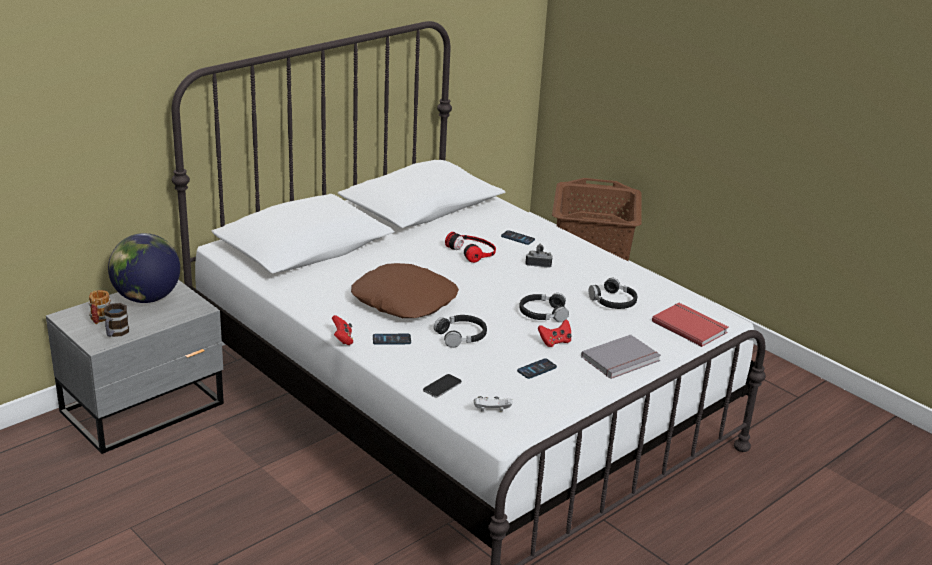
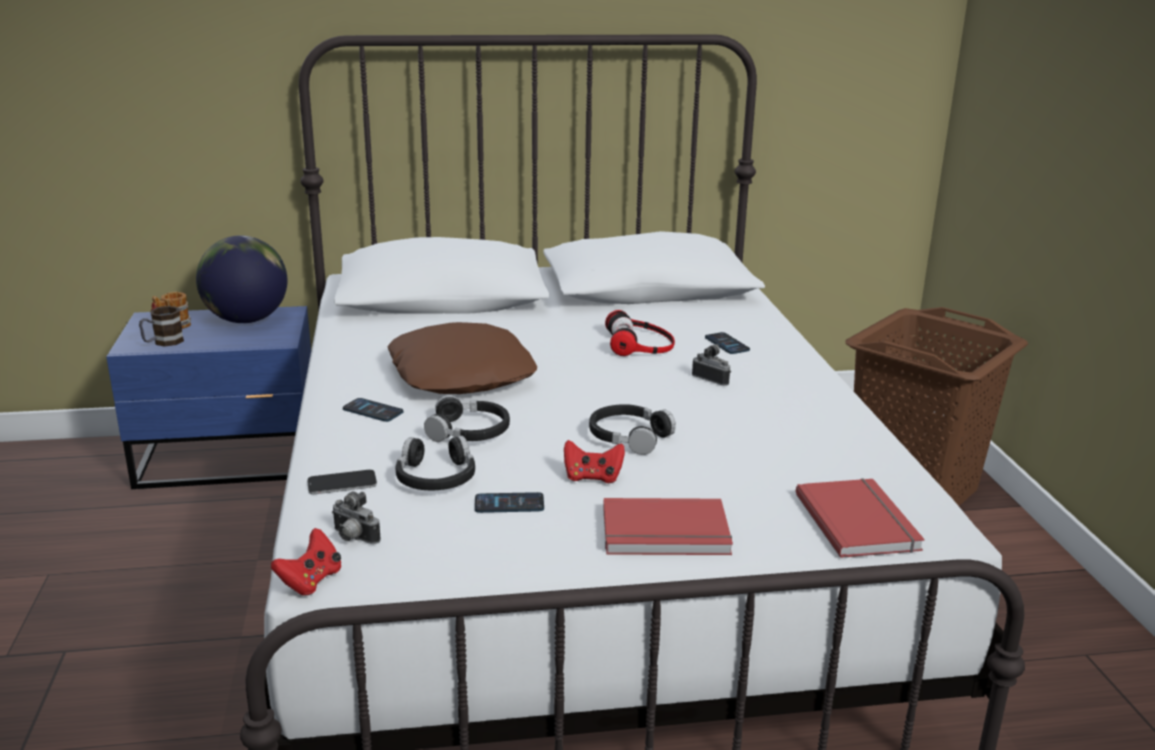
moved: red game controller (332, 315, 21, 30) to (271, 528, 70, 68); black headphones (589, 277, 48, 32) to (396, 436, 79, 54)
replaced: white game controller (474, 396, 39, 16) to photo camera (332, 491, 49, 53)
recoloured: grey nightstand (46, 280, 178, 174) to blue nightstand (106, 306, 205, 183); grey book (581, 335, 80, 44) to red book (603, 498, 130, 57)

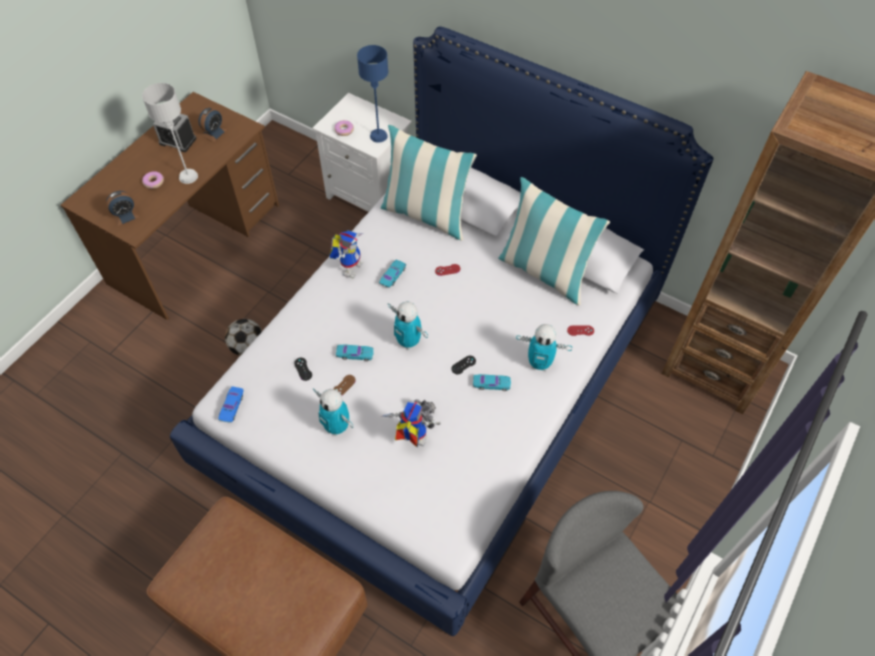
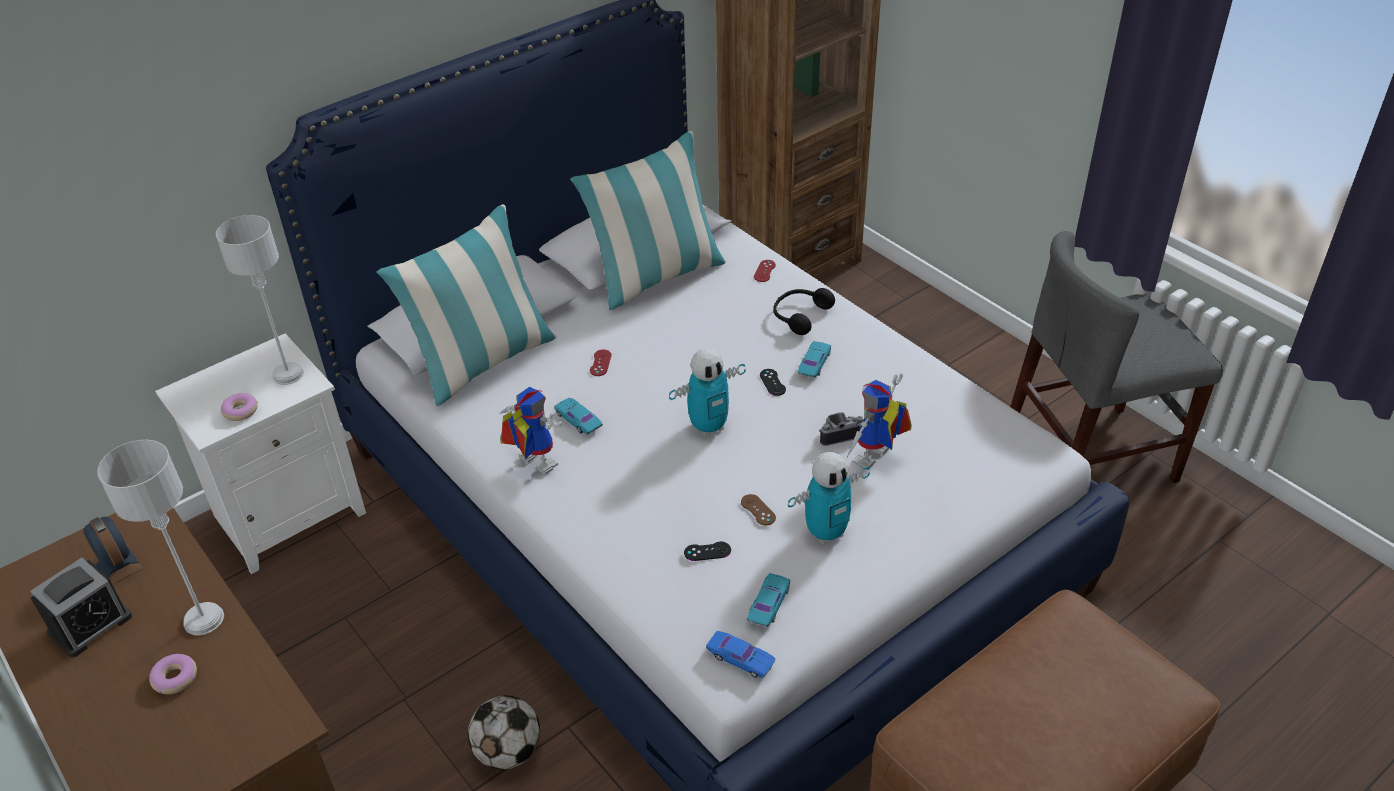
removed: alarm clock (106, 191, 33, 35)
moved: turquoise toy car (336, 345, 38, 16) to (747, 573, 43, 54)
replaced: toy robot (516, 324, 56, 47) to black headphones (773, 288, 62, 47)
recoloured: blue table lamp (357, 45, 31, 98) to grey table lamp (216, 215, 88, 170)

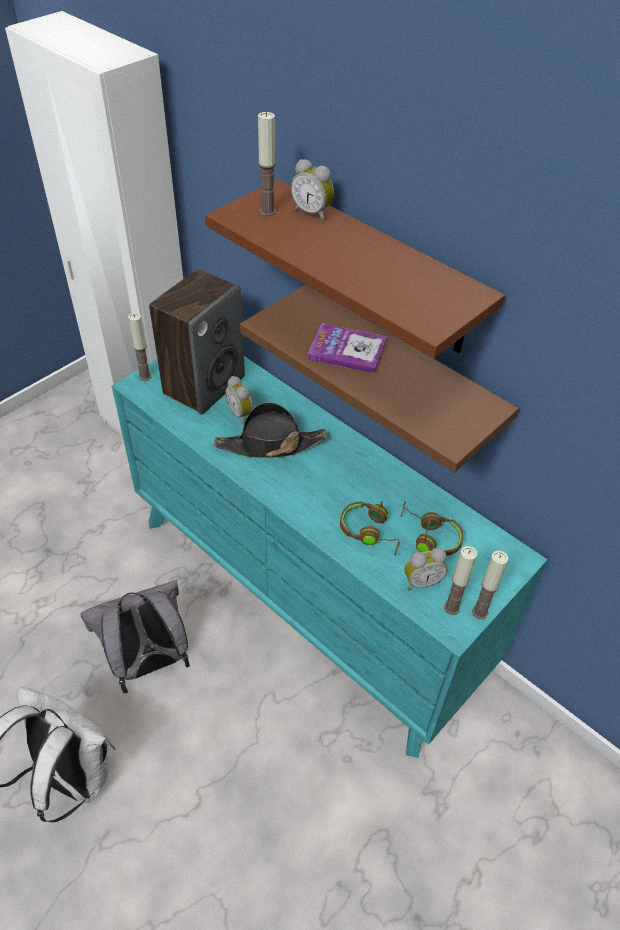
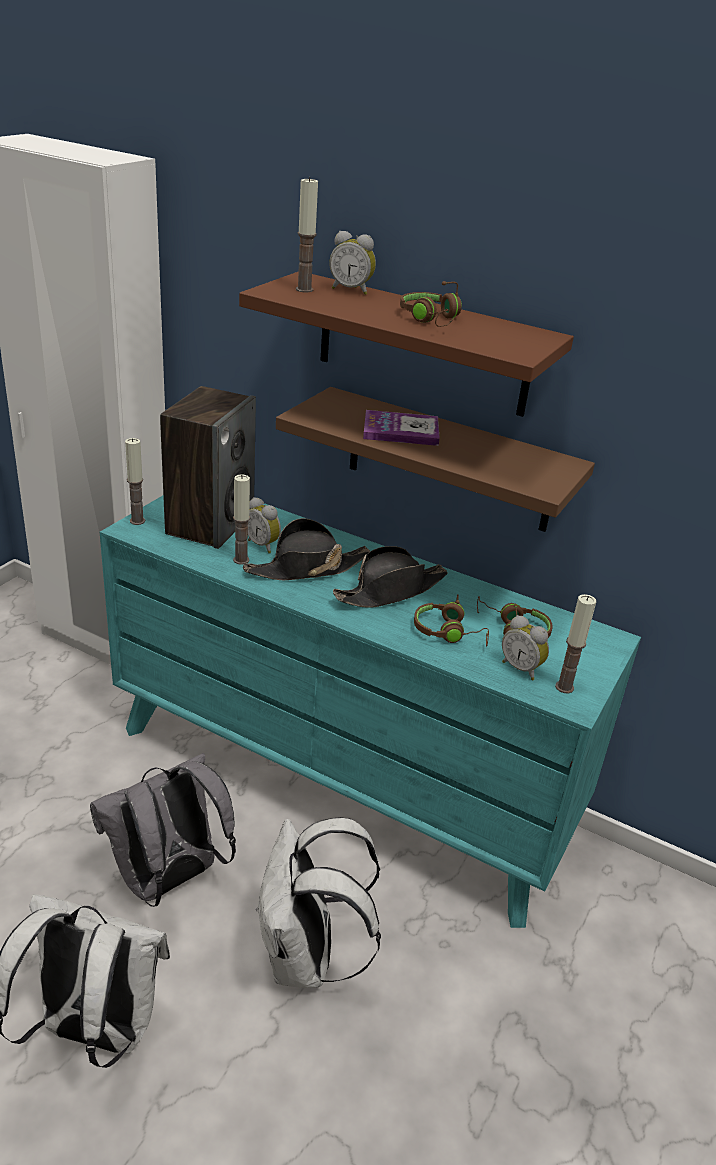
added: white backpack (256, 817, 125, 171); black hat (333, 546, 115, 62); brown headphones (400, 281, 62, 46)
moved: candle (472, 550, 36, 69) to (233, 475, 17, 90)
turned: alarm clock (404, 548, 43, 42) = (502, 615, 47, 65) 75 degrees clockwise

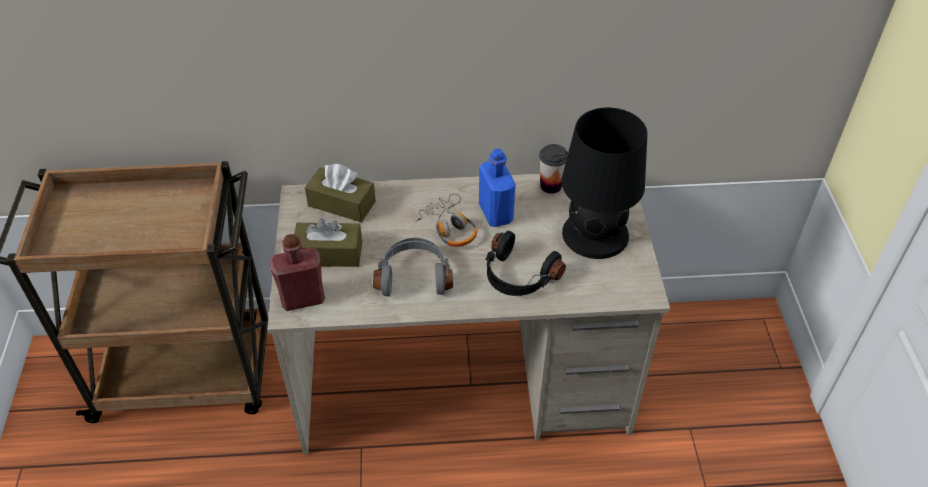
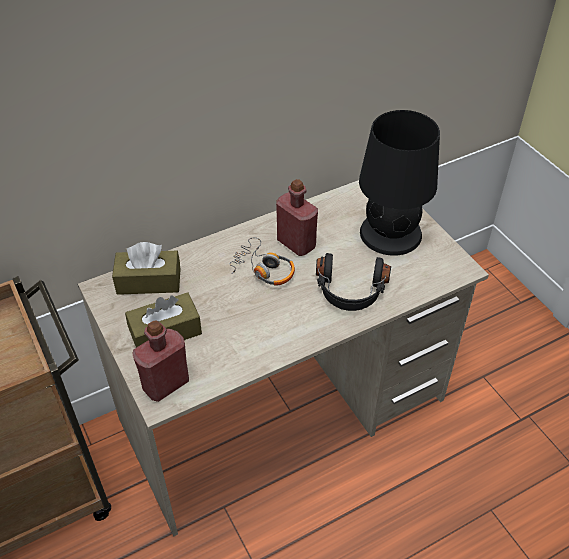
removed: grey headphones (373, 238, 80, 59); cup (539, 144, 29, 50)
recoloured: blue bottle (479, 148, 37, 79) to red bottle (276, 179, 42, 77)

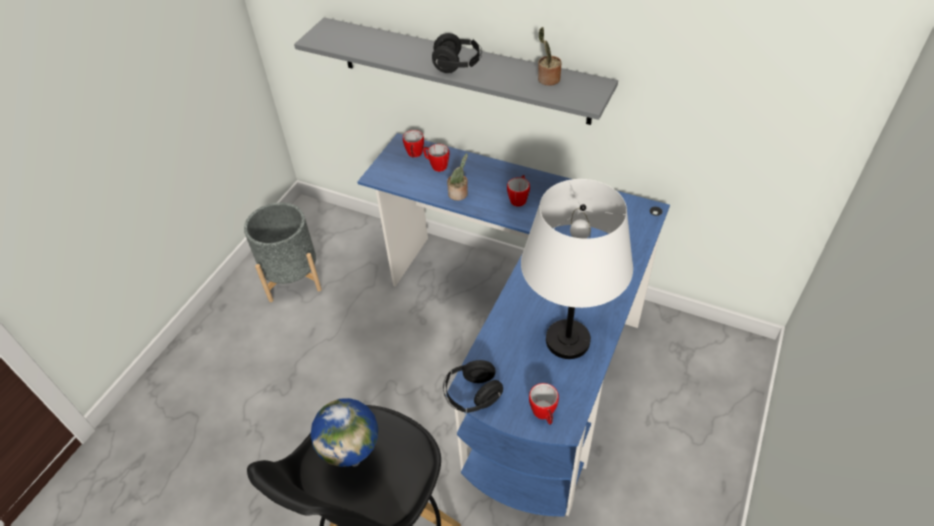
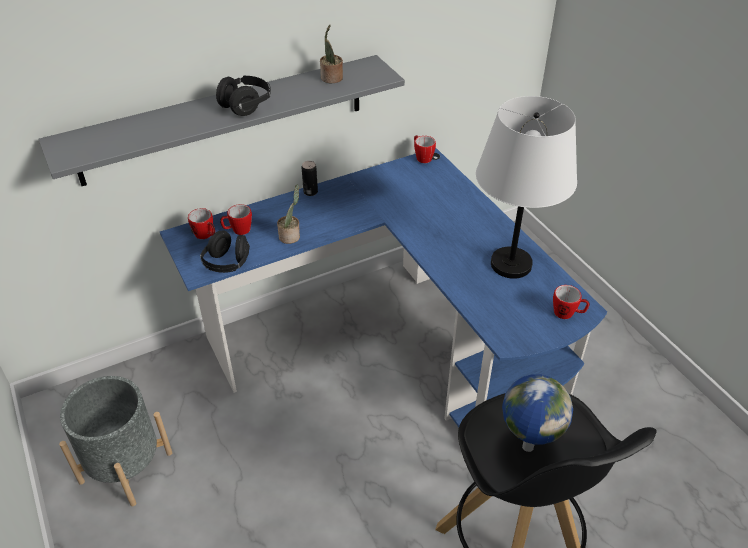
added: can (302, 161, 16, 35)
moved: black headphones (443, 360, 60, 53) to (200, 231, 50, 42); mug (507, 175, 23, 32) to (414, 135, 22, 28)

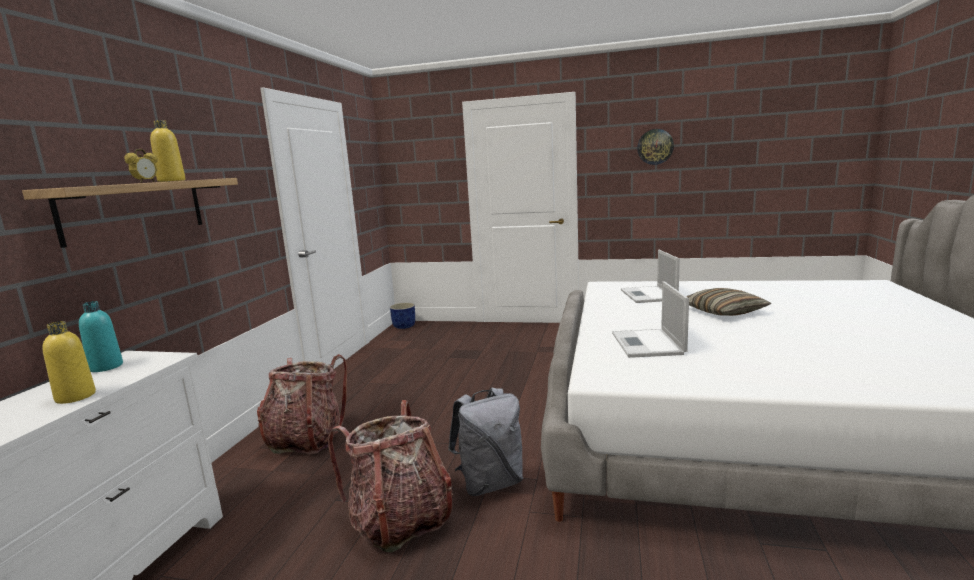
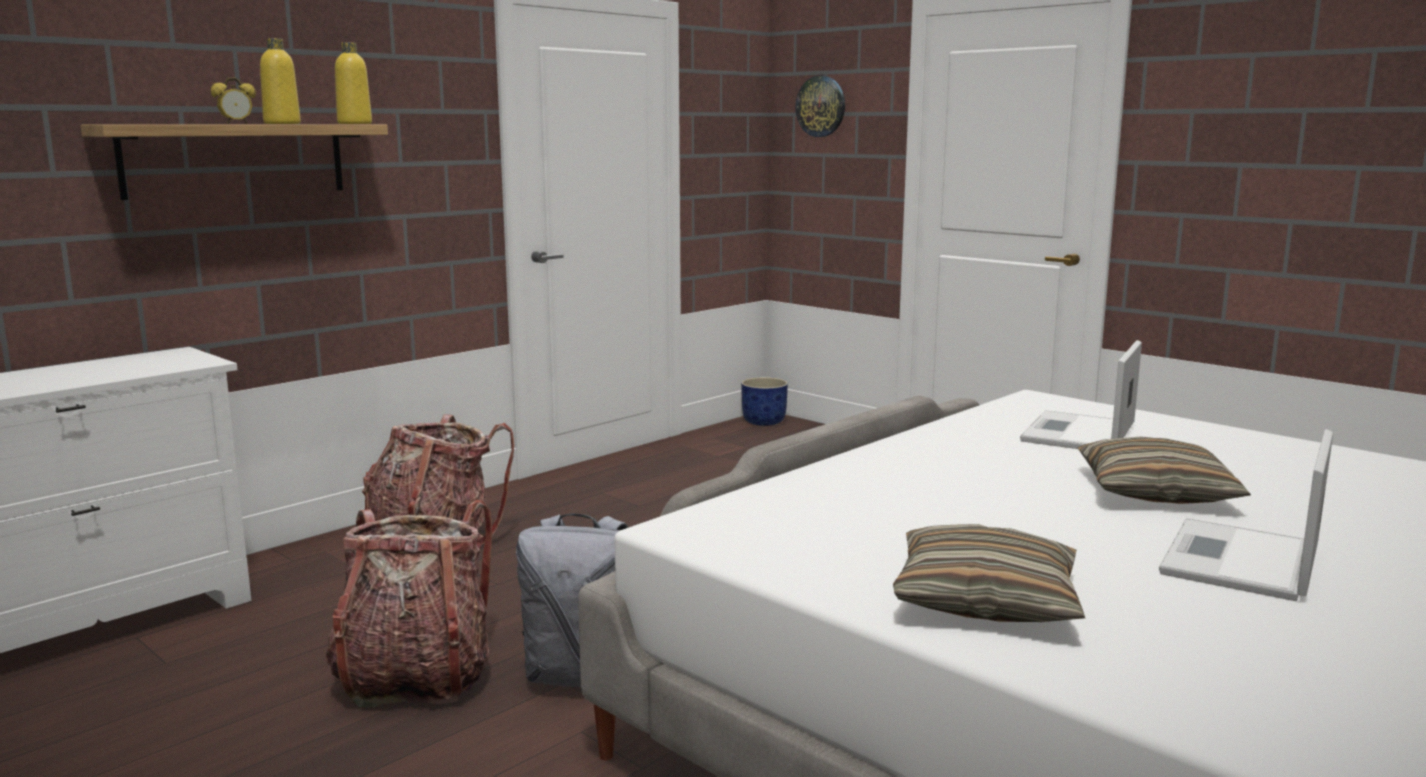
removed: turquoise bottle (79, 301, 44, 71)
added: pillow (893, 524, 192, 98)
moved: yellow bottle (42, 321, 54, 83) to (335, 42, 37, 82); laptop (612, 281, 77, 77) to (1159, 429, 174, 172); wall clock (637, 129, 37, 36) to (795, 76, 50, 61)

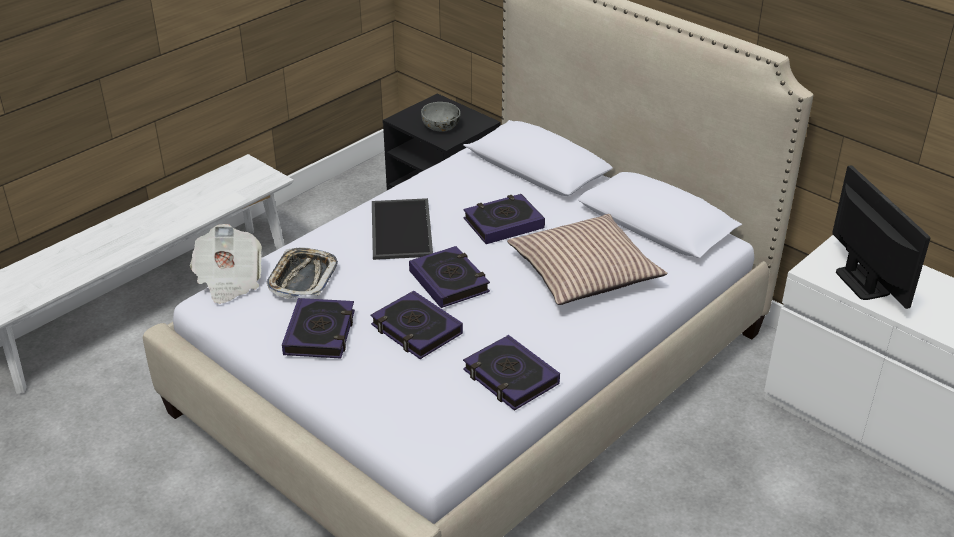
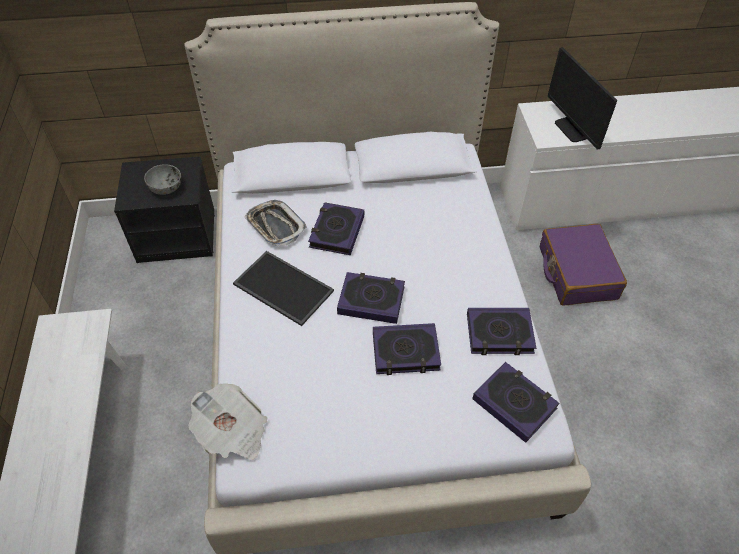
removed: pillow (507, 214, 160, 91)
added: purple suitcase (540, 224, 87, 82)
moved: tray (267, 247, 71, 52) to (245, 200, 62, 46); book (282, 298, 73, 61) to (472, 362, 88, 81)
turned: monitor (832, 165, 98, 144) = (548, 47, 69, 103) 135 degrees counterclockwise

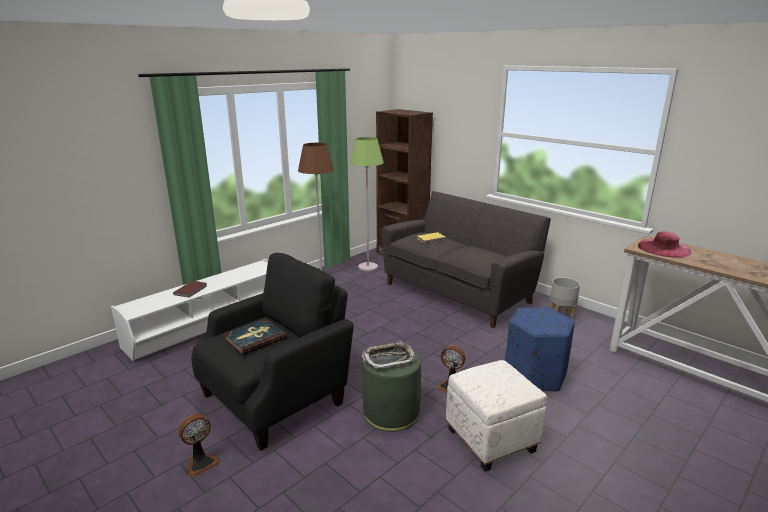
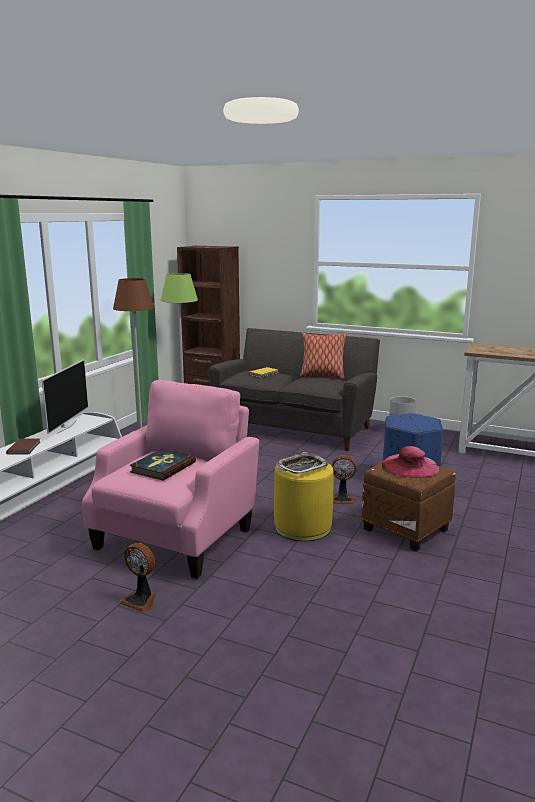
added: television (42, 359, 46, 75); pillow (300, 333, 46, 46)
moved: pink hat (638, 231, 54, 27) to (382, 446, 57, 32)
recoloured: black armchair (191, 253, 163, 198) to pink armchair (82, 380, 177, 199); green ottoman (363, 350, 58, 82) to yellow ottoman (274, 464, 59, 78); white ottoman (446, 360, 101, 112) to brown ottoman (361, 462, 95, 89)
turned: fan (179, 414, 41, 63) = (120, 543, 36, 69) 90 degrees clockwise

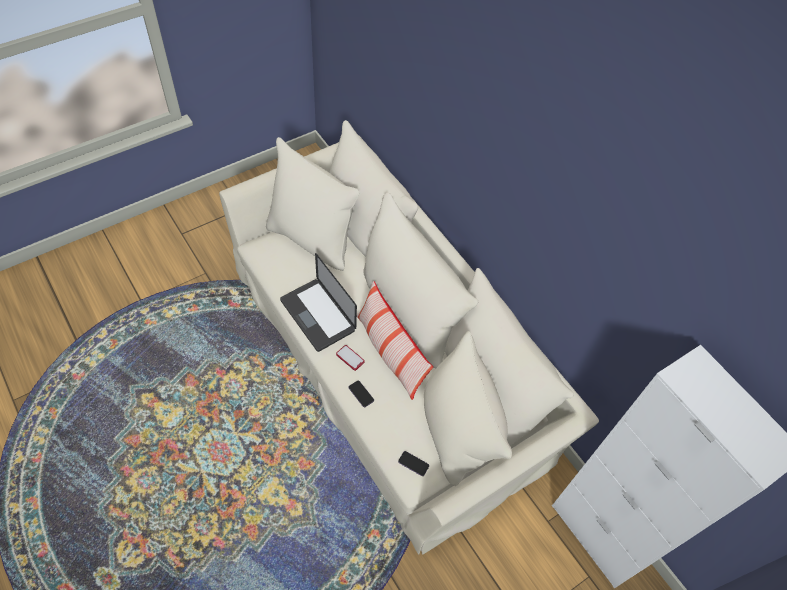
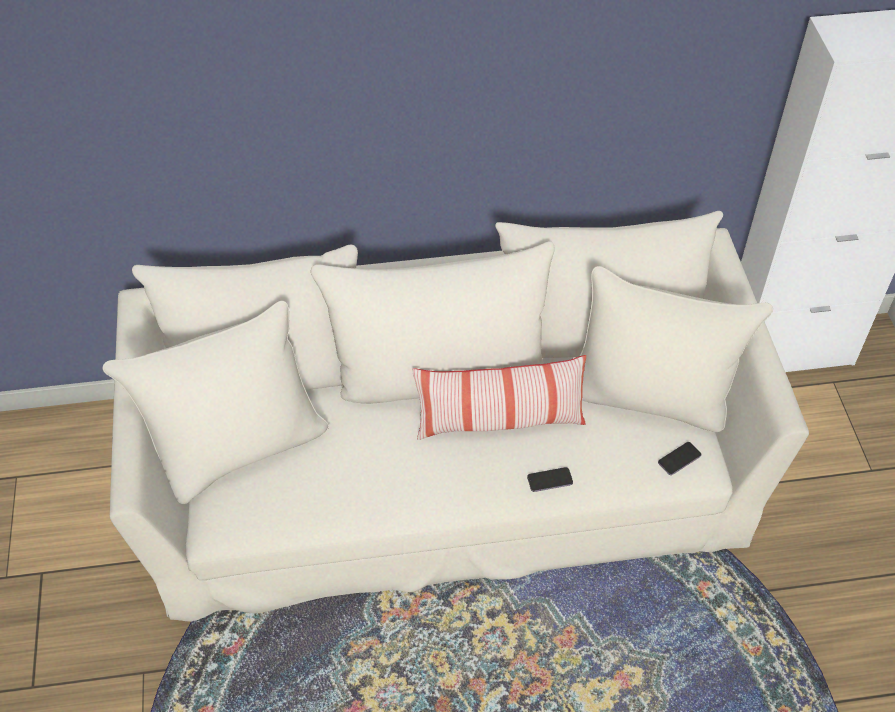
removed: laptop (280, 253, 77, 99); phone (336, 345, 29, 26)

